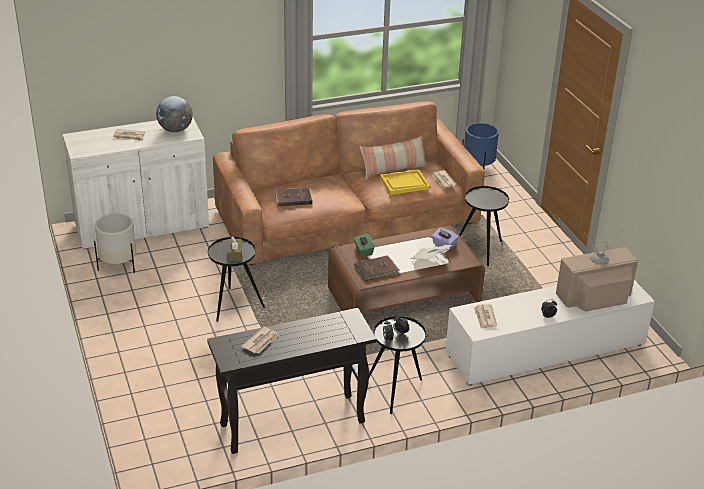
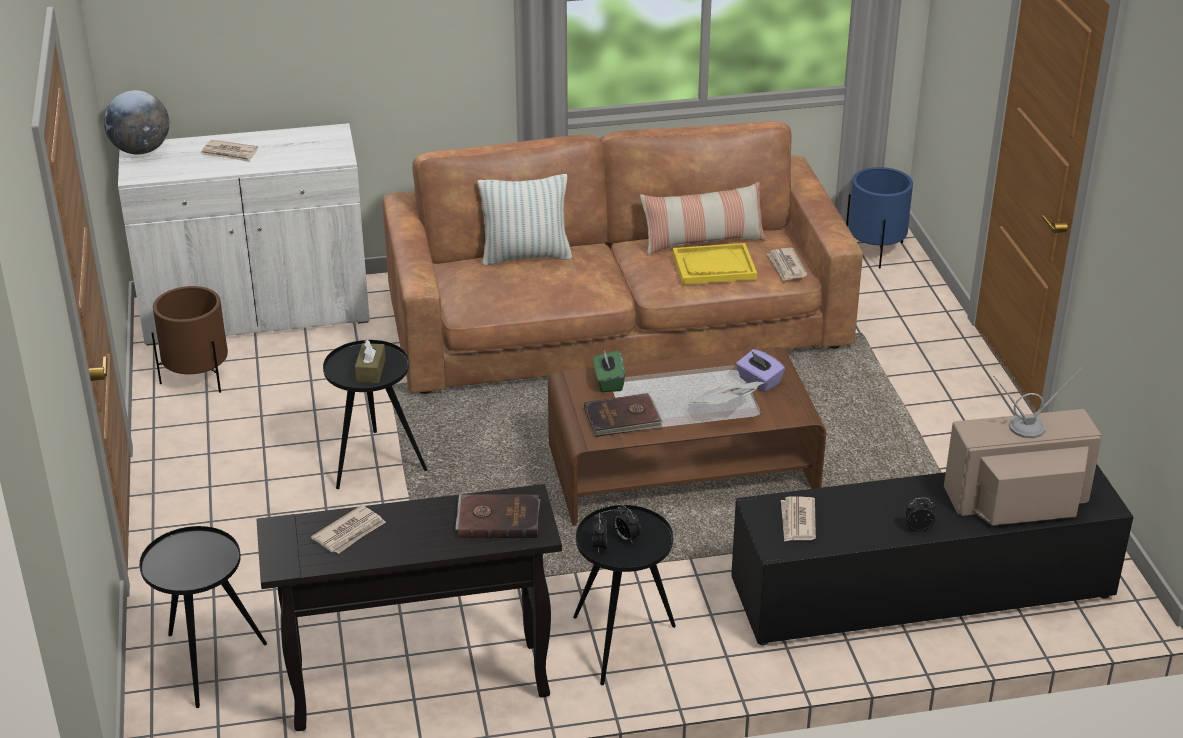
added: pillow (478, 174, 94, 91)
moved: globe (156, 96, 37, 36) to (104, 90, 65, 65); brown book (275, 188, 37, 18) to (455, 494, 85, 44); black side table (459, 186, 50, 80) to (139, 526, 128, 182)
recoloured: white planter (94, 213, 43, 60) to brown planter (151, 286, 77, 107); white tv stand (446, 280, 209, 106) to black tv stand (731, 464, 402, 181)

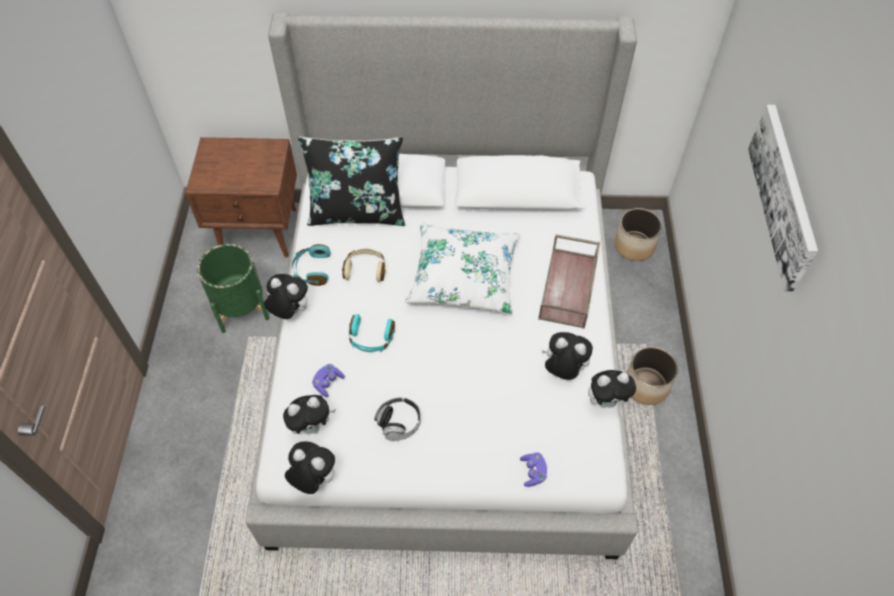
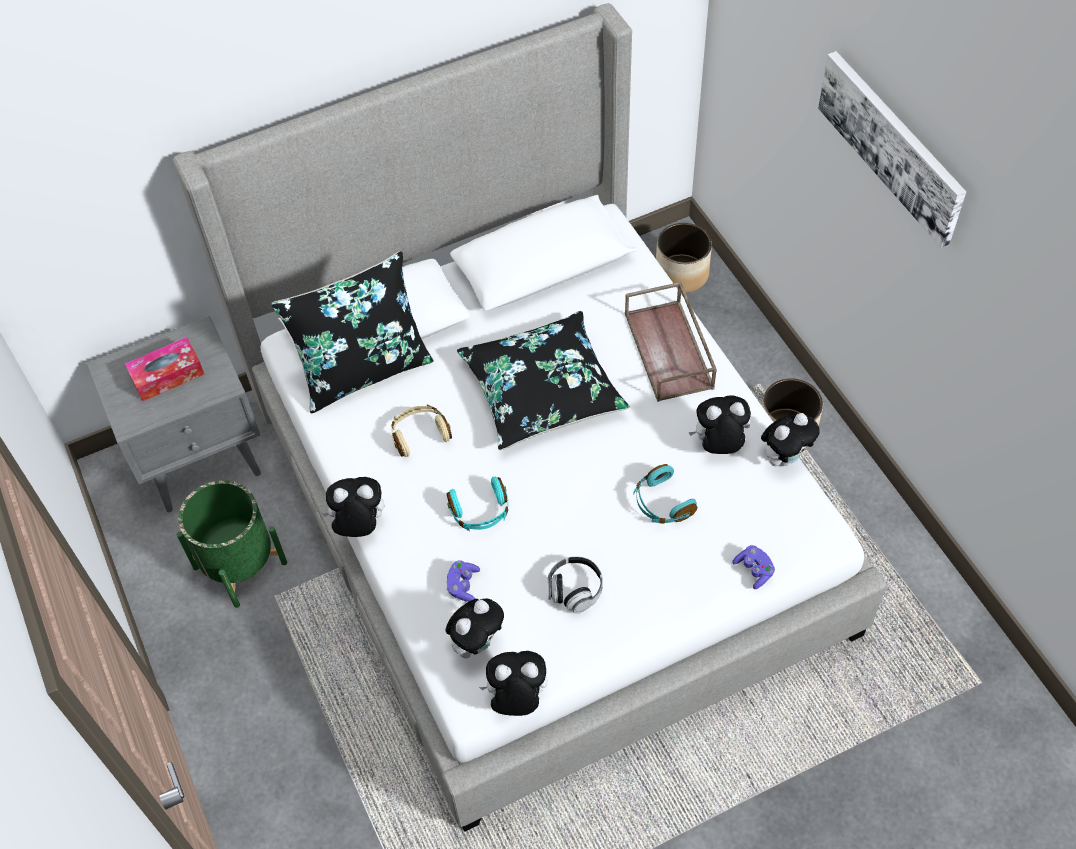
added: tissue box (125, 337, 79, 64)
moved: turquoise headphones (292, 244, 39, 42) to (633, 464, 64, 60)
recoloured: brown nightstand (185, 137, 112, 120) to grey nightstand (87, 316, 174, 197); white pillow (405, 224, 115, 90) to black pillow (457, 311, 173, 139)

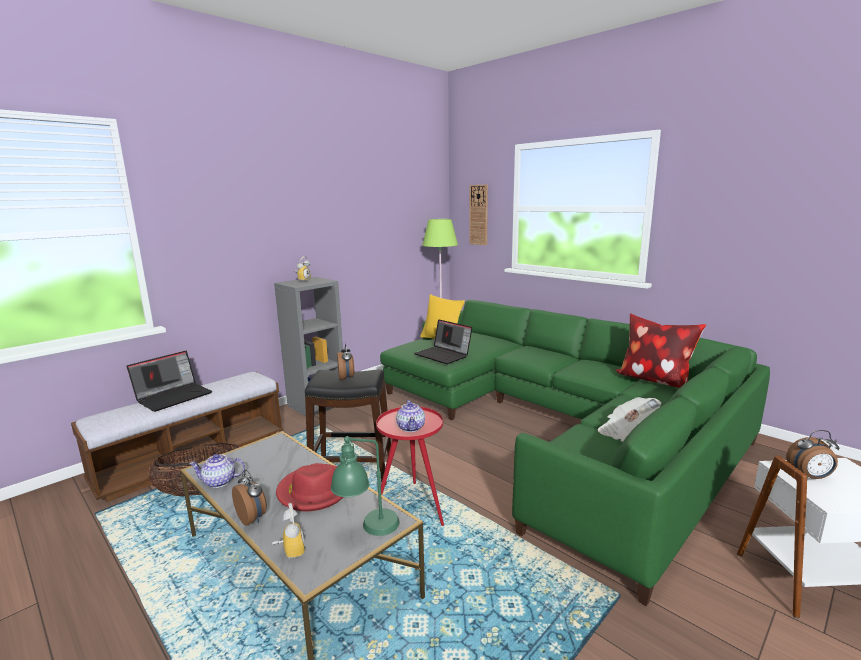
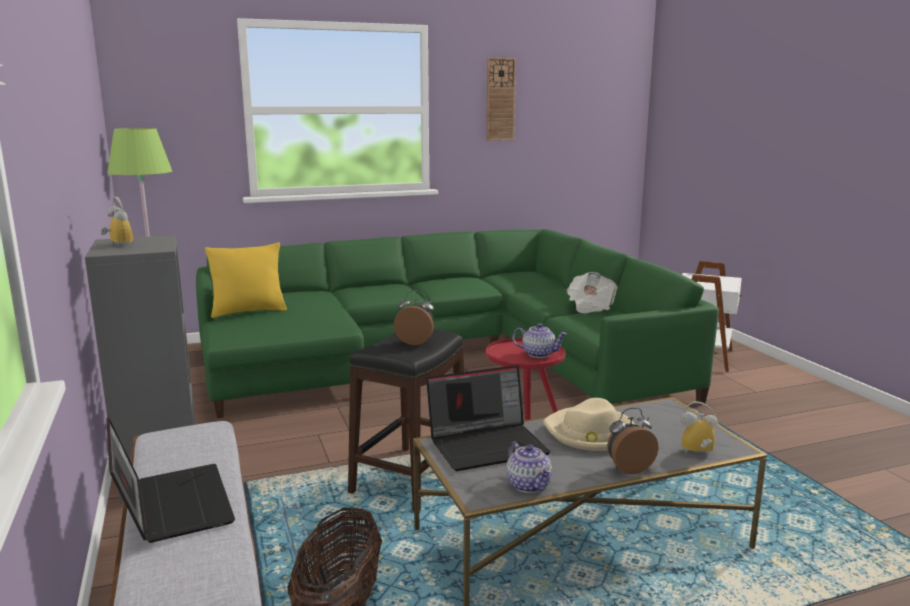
removed: green table lamp (331, 436, 68, 100); pillow (616, 313, 90, 75); alarm clock (786, 430, 53, 49)
moved: laptop (414, 319, 58, 45) to (426, 365, 124, 106); wall clock (469, 185, 19, 60) to (486, 57, 30, 84)
recoloured: red hat (276, 463, 67, 48) to beige hat (543, 398, 92, 53)
turned: teapot (189, 454, 56, 34) = (507, 442, 45, 51) 45 degrees counterclockwise

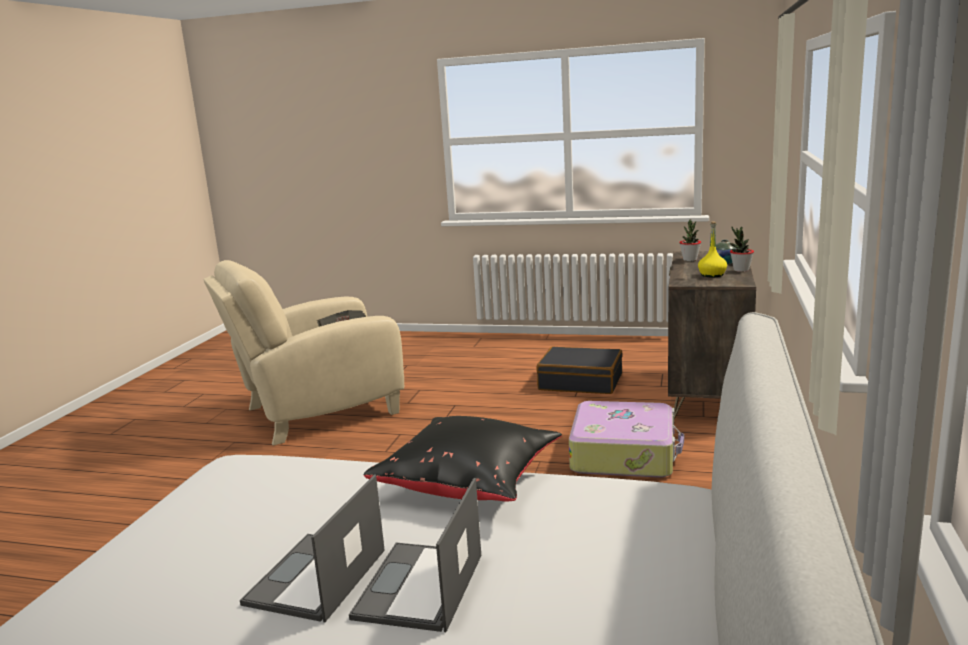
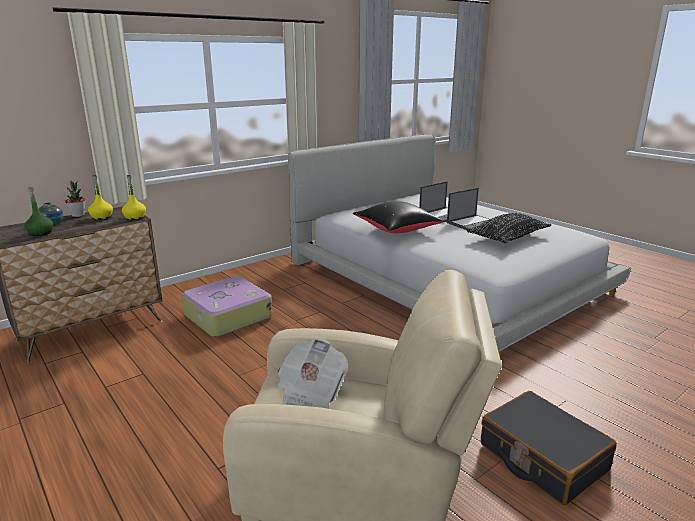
added: yellow bottle (122, 175, 24, 45); black pillow (467, 213, 84, 30)
moved: black suitcase (537, 347, 86, 47) to (481, 391, 136, 114)
replaced: potted plant (679, 219, 22, 42) to green bottle (24, 186, 29, 50)

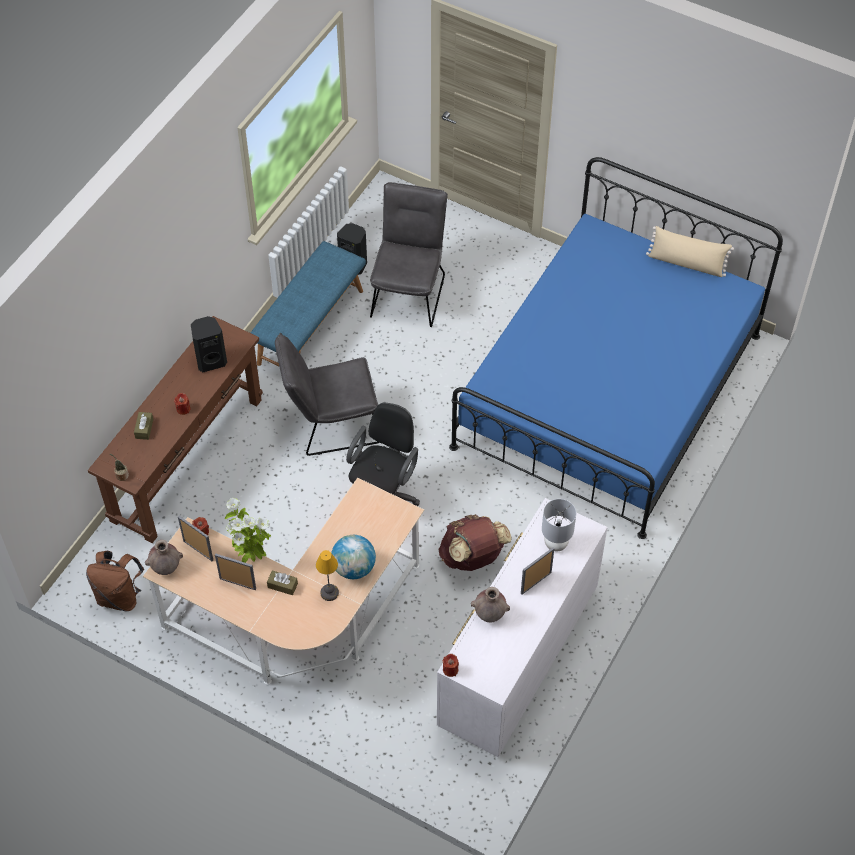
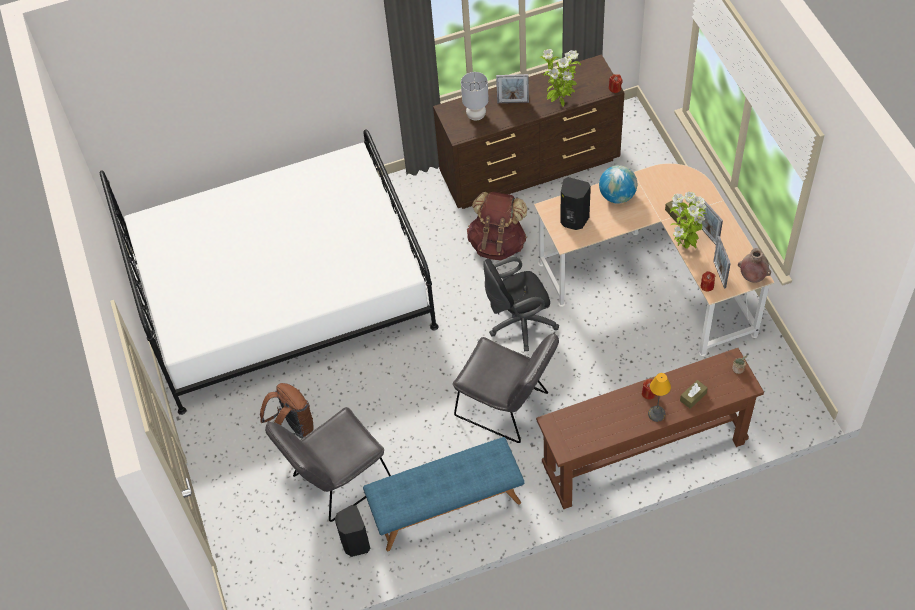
removed: beige pillow (646, 226, 88, 51)
moved: brown backpack (86, 551, 58, 60) to (260, 383, 54, 56); black speaker (191, 316, 36, 56) to (560, 177, 31, 53); table lamp (316, 550, 23, 51) to (648, 373, 23, 49)
replaced: brown vase (471, 587, 39, 35) to potted plant (540, 49, 41, 58)
recoloured: white dresser (437, 498, 170, 259) to brown dresser (433, 54, 192, 155); blue bed (449, 157, 334, 382) to white bed (100, 130, 339, 285)

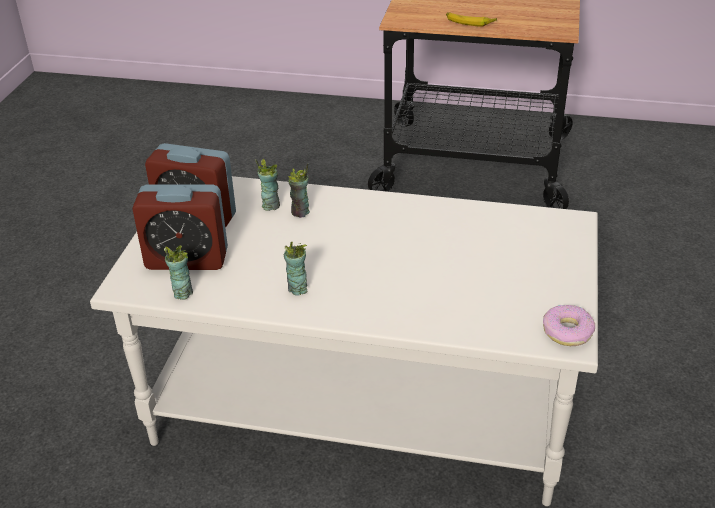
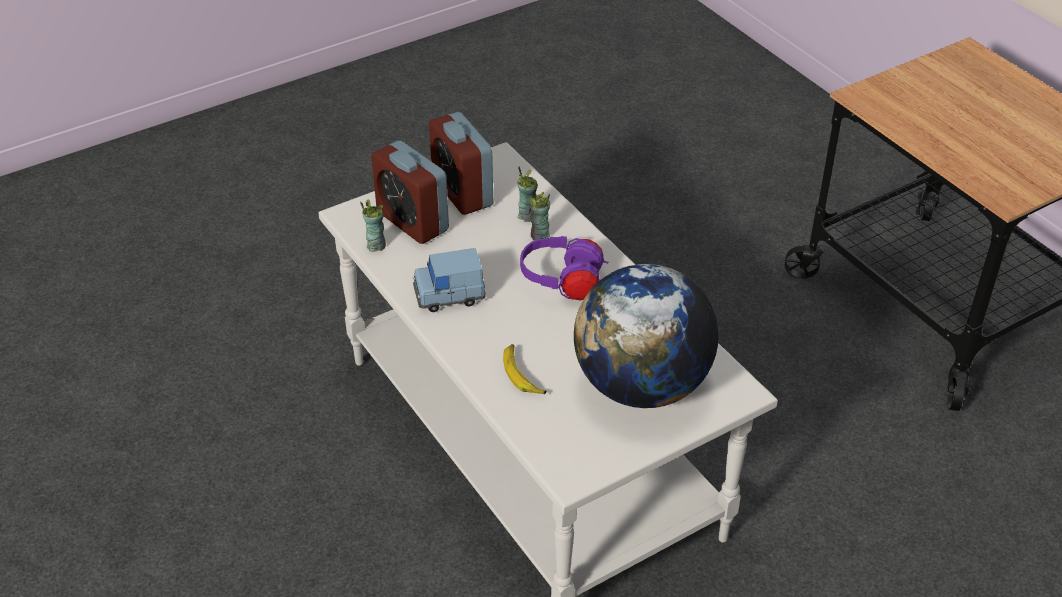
removed: donut (543, 305, 52, 41)
added: purple headphones (520, 236, 88, 65); globe (574, 264, 144, 144)
moved: banana (446, 12, 51, 14) to (503, 344, 43, 50)
replaced: cup (284, 241, 23, 55) to blue toy car (413, 248, 73, 64)

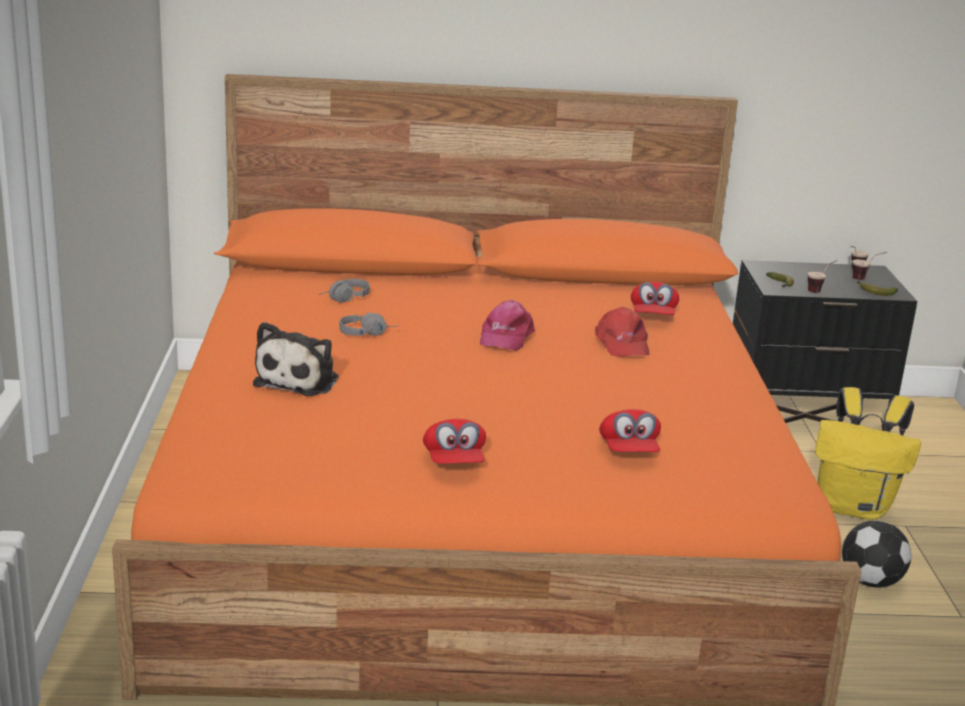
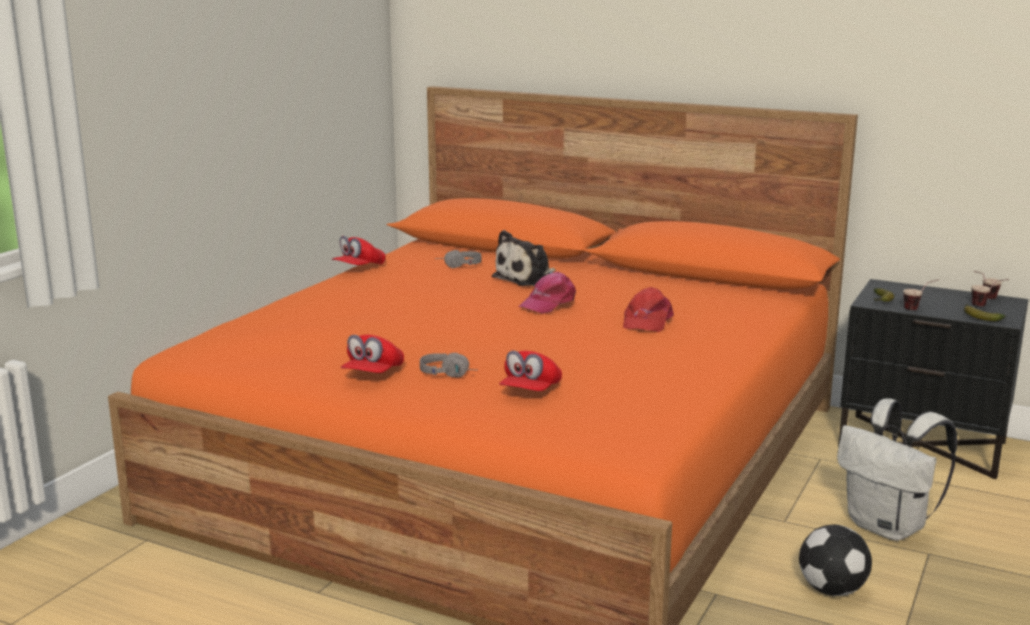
moved: plush toy (253, 322, 86, 74) to (492, 230, 64, 57); grey headphones (339, 313, 60, 23) to (420, 353, 58, 25); red cap (631, 282, 48, 33) to (331, 236, 54, 29)
recoloured: yellow backpack (815, 387, 106, 133) to white backpack (837, 399, 120, 142)

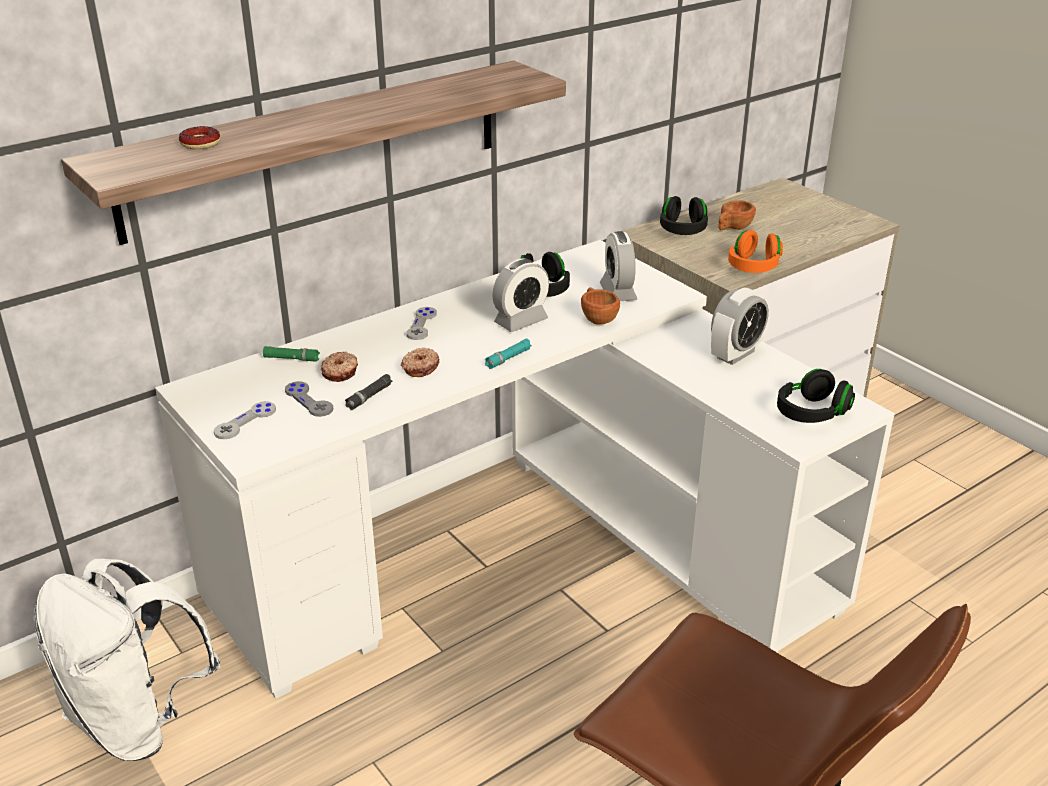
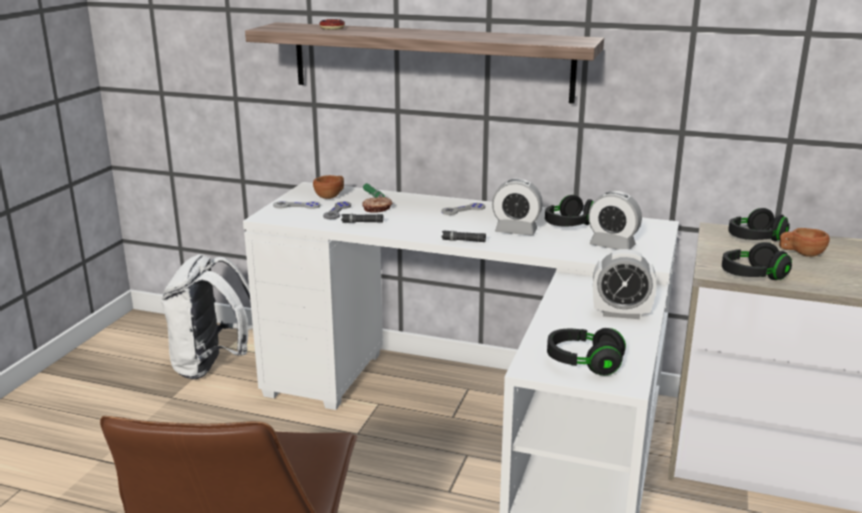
removed: donut (401, 348, 39, 29)
moved: brown cup (581, 287, 39, 38) to (313, 175, 31, 24)
recoloured: turquoise flashlight (485, 339, 47, 30) to black flashlight (442, 231, 44, 11); orange headphones (728, 230, 55, 43) to black headphones (722, 242, 70, 38)
turned: alarm clock (600, 231, 37, 70) = (588, 191, 54, 59) 105 degrees counterclockwise

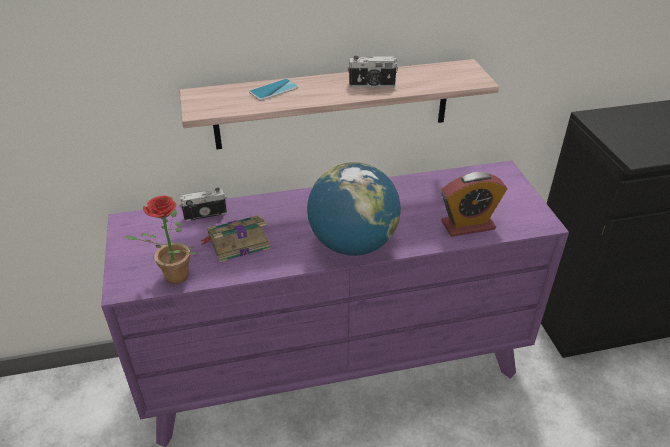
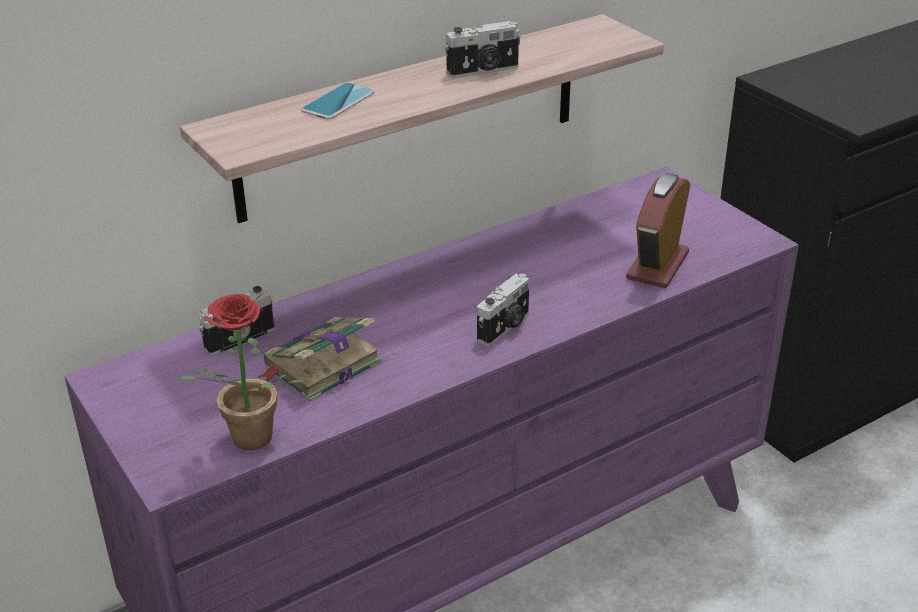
replaced: globe (307, 162, 94, 94) to photo camera (477, 274, 53, 72)
turned: alarm clock (441, 172, 66, 65) = (626, 173, 64, 115) 150 degrees clockwise

